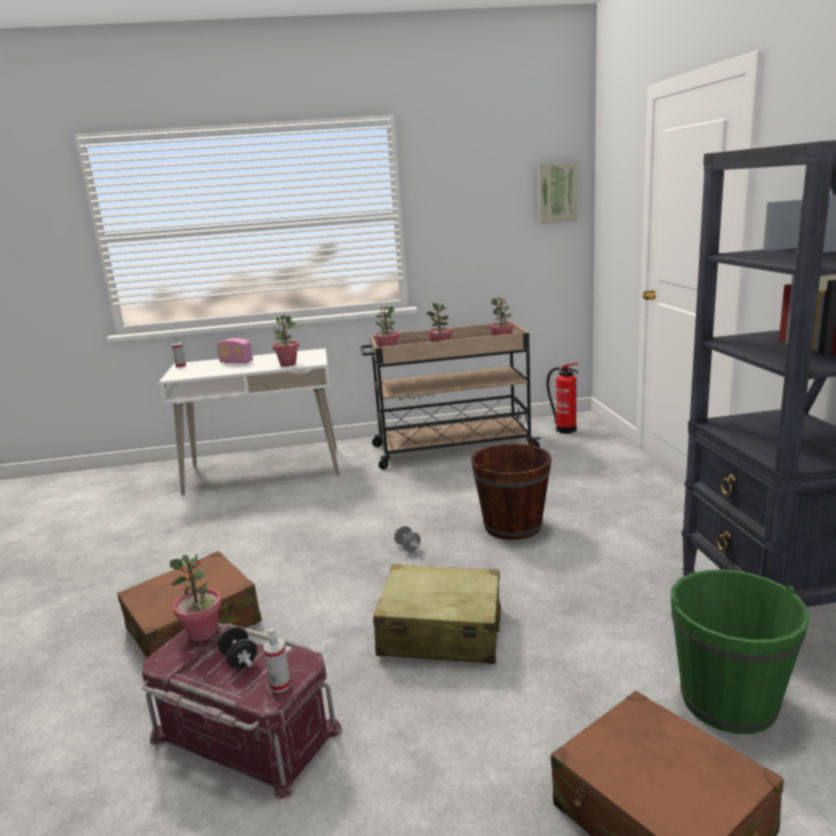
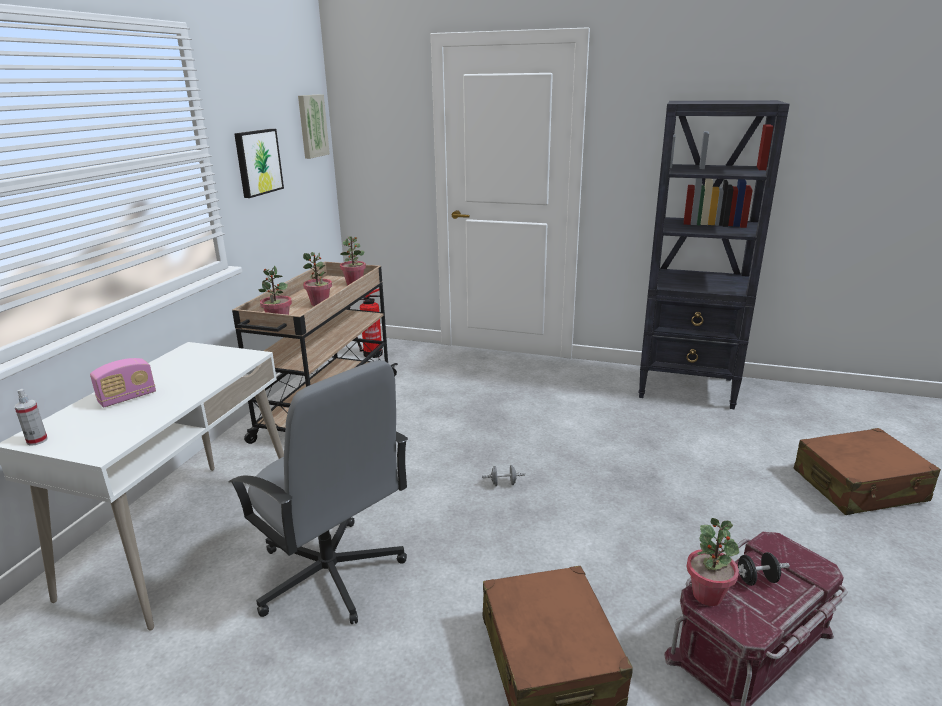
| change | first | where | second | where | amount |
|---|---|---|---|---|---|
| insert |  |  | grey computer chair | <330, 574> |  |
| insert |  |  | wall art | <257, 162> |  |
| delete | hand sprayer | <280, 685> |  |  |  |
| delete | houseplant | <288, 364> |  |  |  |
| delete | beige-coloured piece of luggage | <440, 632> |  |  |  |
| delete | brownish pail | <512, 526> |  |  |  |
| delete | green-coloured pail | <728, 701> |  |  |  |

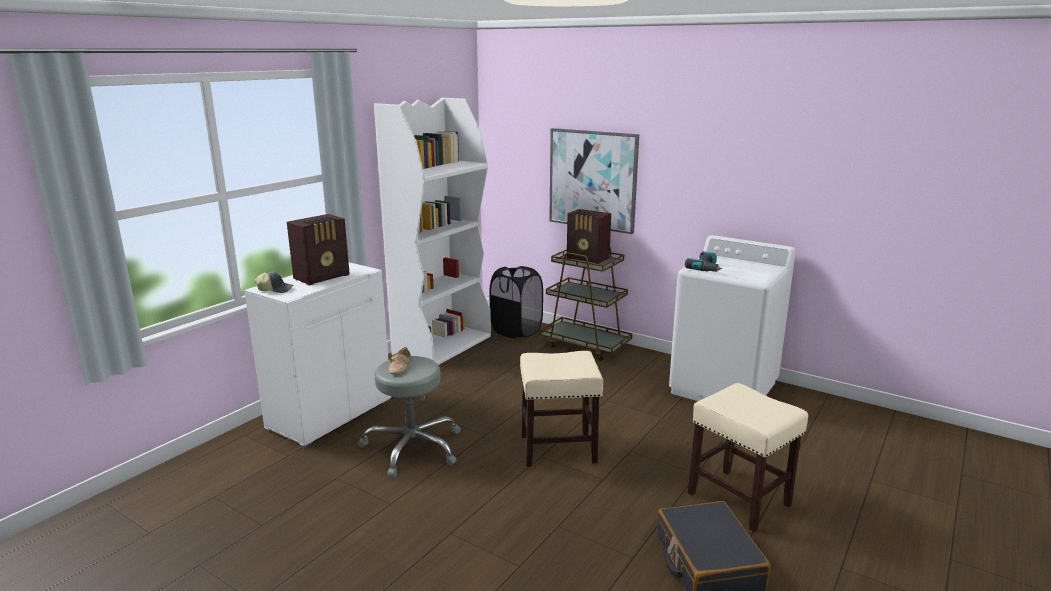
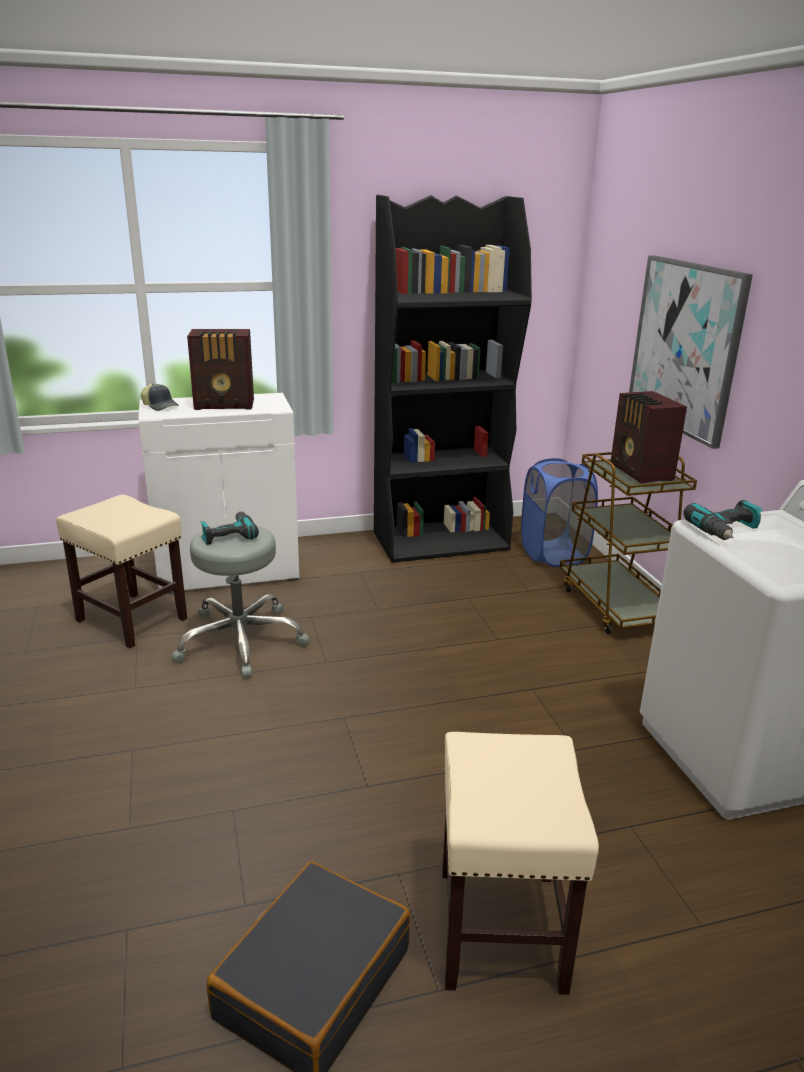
| change | first | where | second | where | amount |
|---|---|---|---|---|---|
| move | beige-coloured sitting stool | <559, 448> |  | <133, 620> |  |
| replace | beige-coloured shoe | <401, 367> | electric drill | <228, 535> |  |
| recolor | whitish bookcase | <442, 345> | black-coloured bookcase | <441, 541> |  |
| recolor | black-coloured laundry basket | <516, 331> | blue-coloured laundry basket | <553, 554> |  |

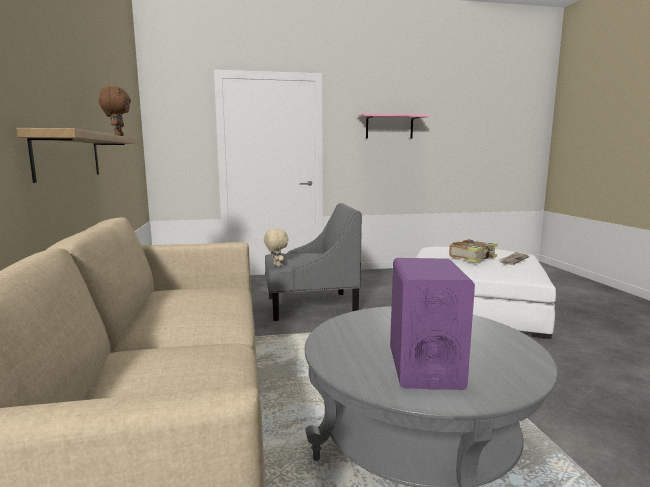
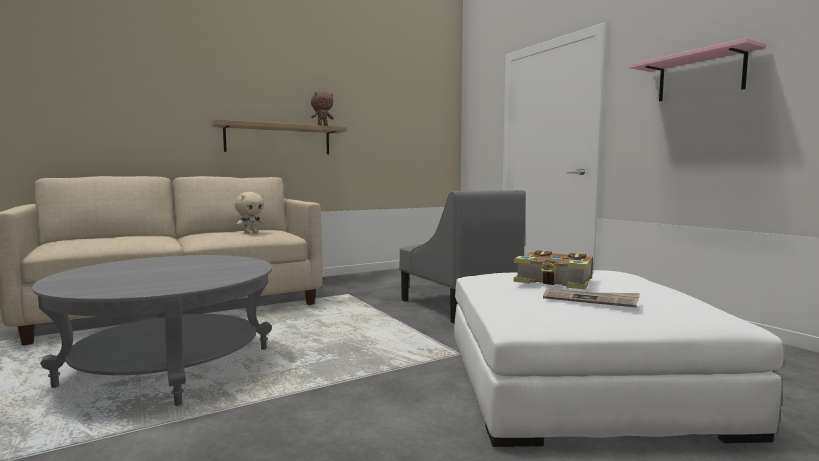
| change | first | where | second | where | amount |
|---|---|---|---|---|---|
| move | beige-coloured cuddly toy | <276, 265> |  | <250, 232> |  |
| delete | purple speaker | <424, 367> |  |  |  |

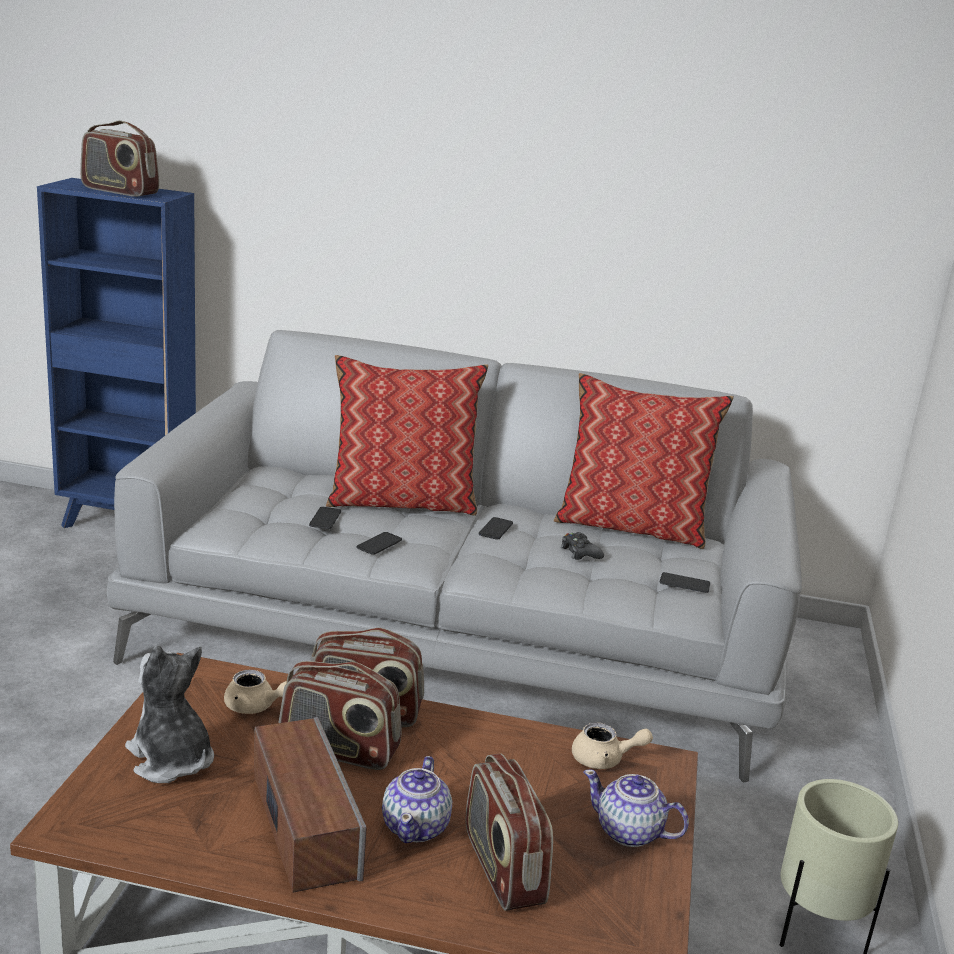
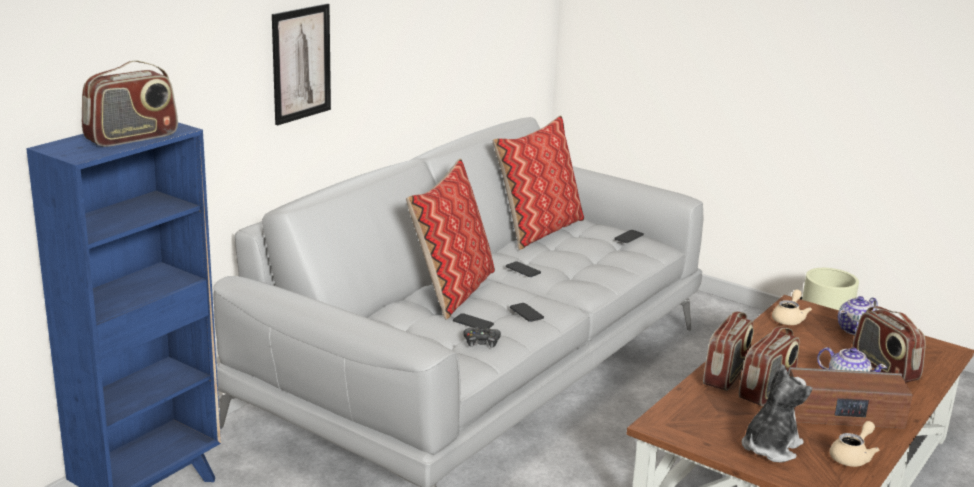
| change | first | where | second | where | amount |
|---|---|---|---|---|---|
| insert |  |  | wall art | <301, 63> |  |
| move | black-coloured game controller | <580, 552> |  | <481, 342> |  |
| rotate | cuddly toy | <171, 760> |  | <770, 447> | 150 degrees clockwise |
| move | beige-coloured tea pot | <255, 707> |  | <852, 457> |  |
| rotate | radio receiver | <502, 867> |  | <884, 368> | 60 degrees clockwise |

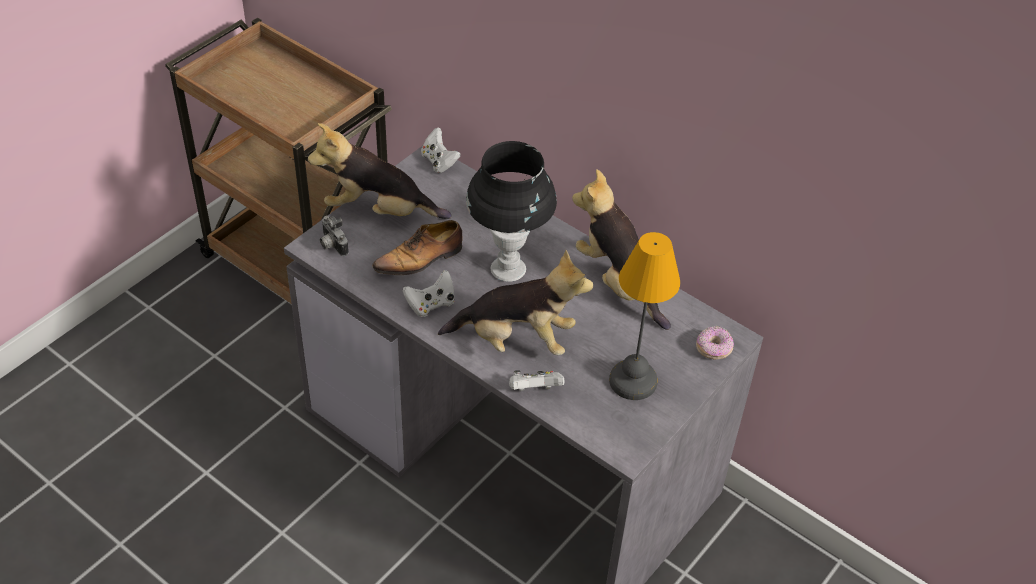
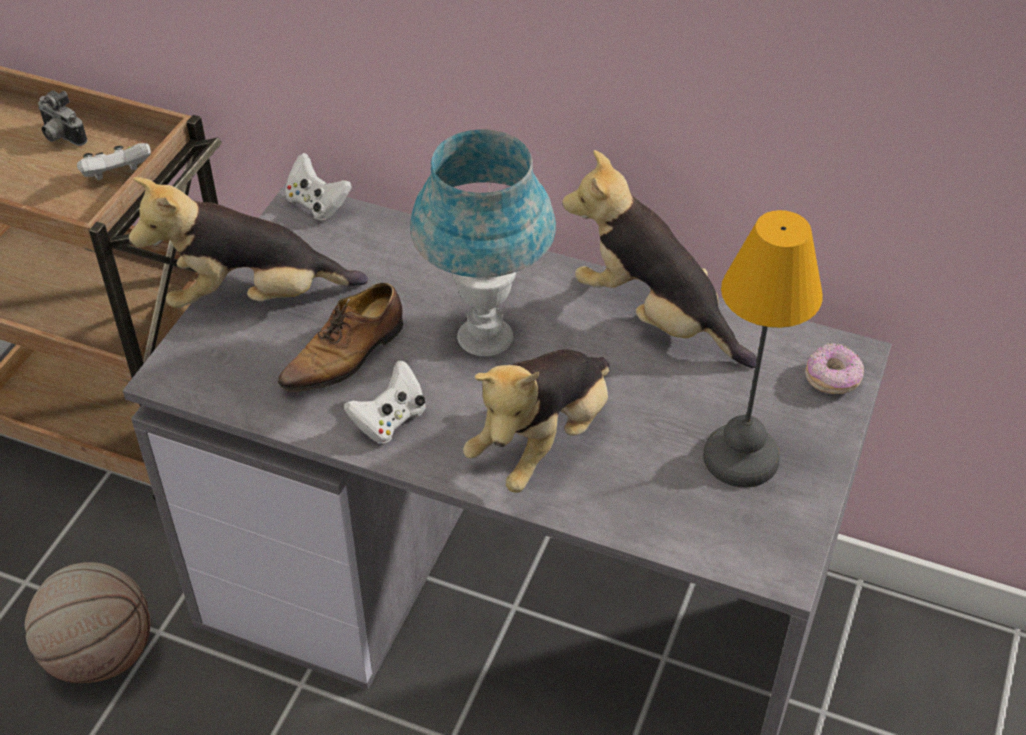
| change | first | where | second | where | amount |
|---|---|---|---|---|---|
| insert |  |  | basketball | <100, 654> |  |
| move | photo camera | <332, 245> |  | <61, 137> |  |
| move | whitish game controller | <534, 390> |  | <117, 176> |  |
| recolor | black-coloured lamp for a table | <508, 269> | blue-coloured lamp for a table | <485, 337> |  |
| rotate | cuddly toy | <516, 340> |  | <542, 441> | 135 degrees clockwise |

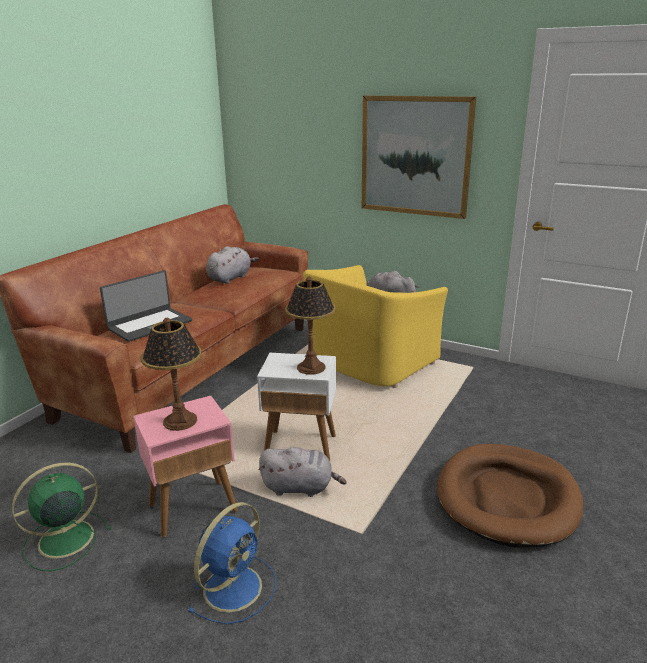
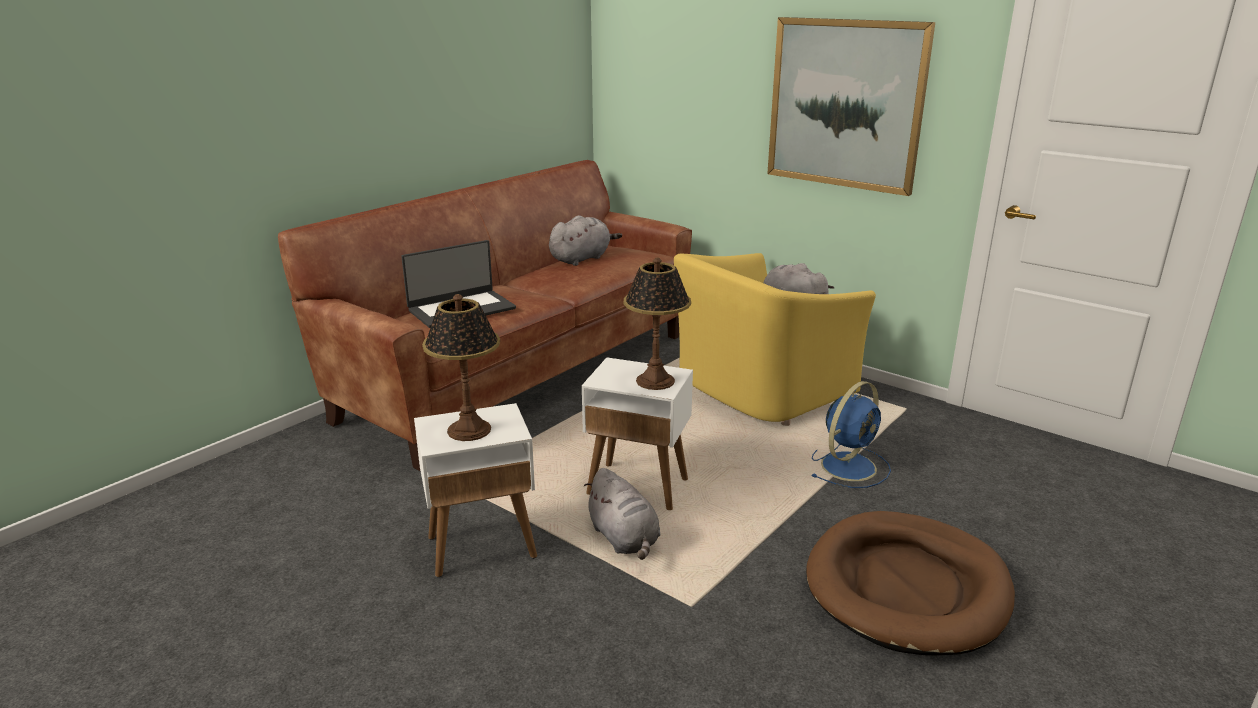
| change | first | where | second | where | amount |
|---|---|---|---|---|---|
| recolor | pinkish side table | <194, 507> | whitish side table | <483, 546> |  |
| rotate | grey cuddly toy | <300, 487> |  | <624, 539> | 45 degrees clockwise |
| move | blue-coloured cooling fan | <234, 586> |  | <849, 465> |  |
| delete | green-coloured cooling fan | <63, 540> |  |  |  |

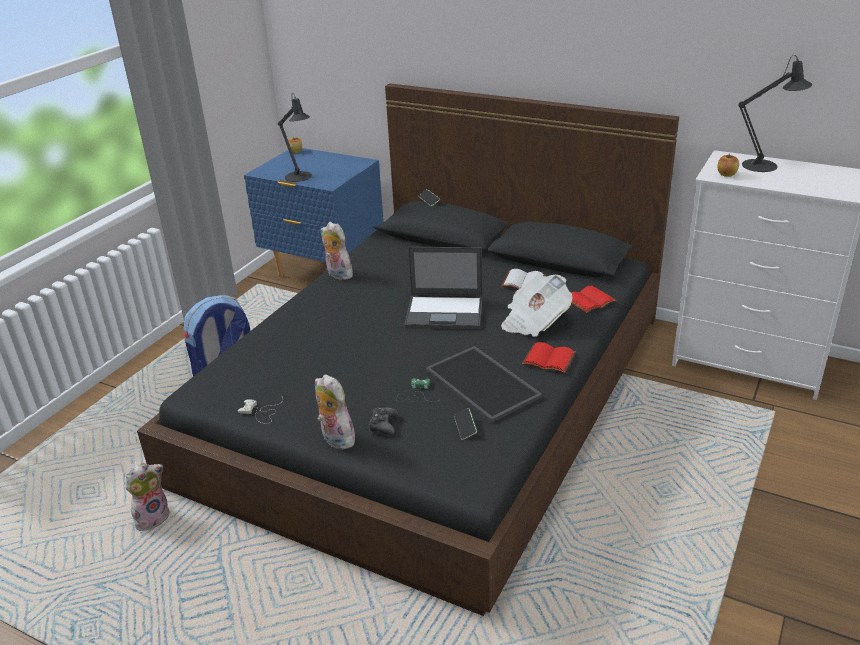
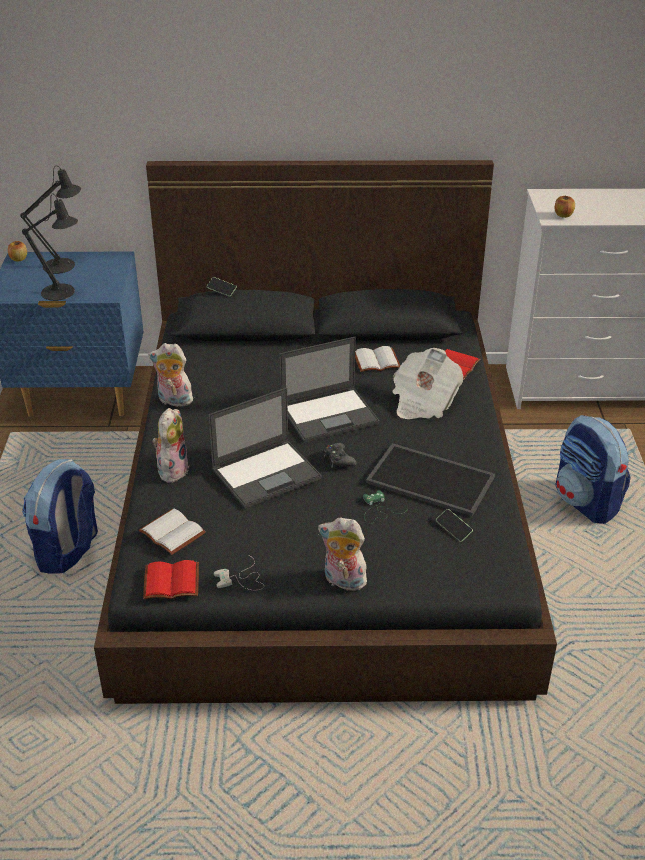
| change | first | where | second | where | amount |
|---|---|---|---|---|---|
| move | black-coloured lamp for a table | <765, 165> |  | <64, 265> |  |
| insert |  |  | whitish bound book | <170, 533> |  |
| move | red-coloured bound book | <547, 360> |  | <170, 583> |  |
| move | cuddly toy | <152, 517> |  | <172, 469> |  |
| insert |  |  | portable computer | <267, 473> |  |
| move | black-coloured game controller | <383, 425> |  | <338, 460> |  |
| insert |  |  | knapsack | <586, 502> |  |

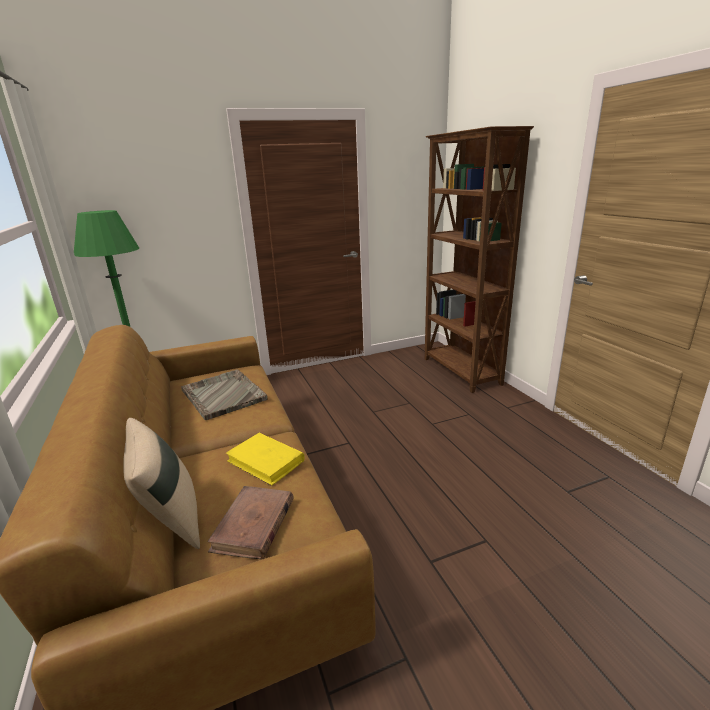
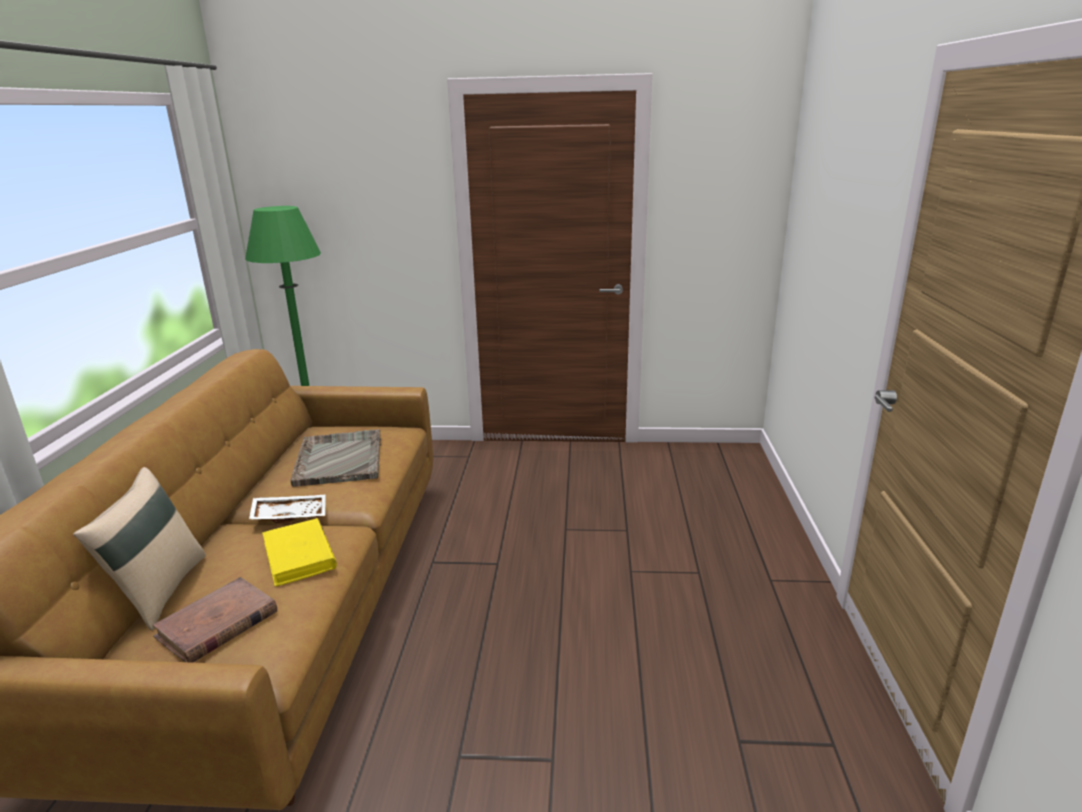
| change | first | where | second | where | amount |
|---|---|---|---|---|---|
| insert |  |  | whitish tray | <290, 515> |  |
| delete | brownish bookcase | <460, 372> |  |  |  |

